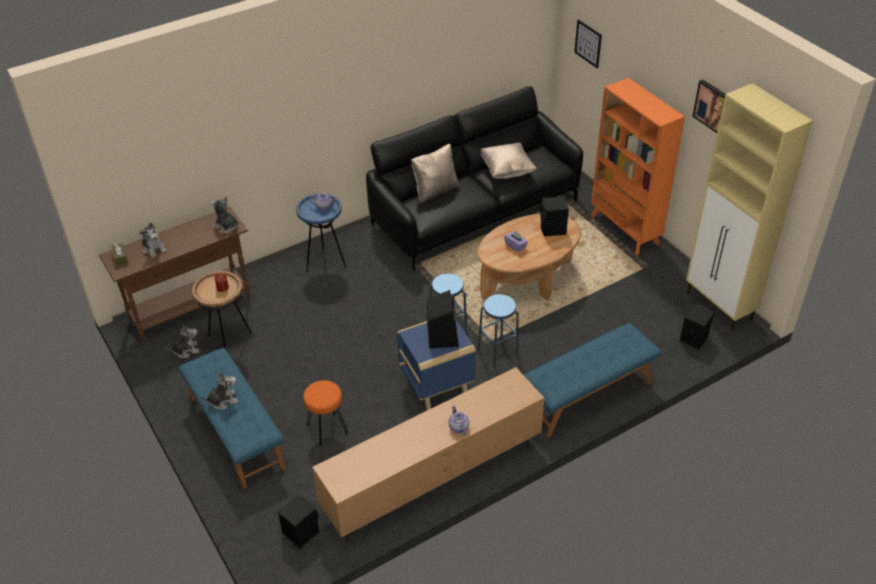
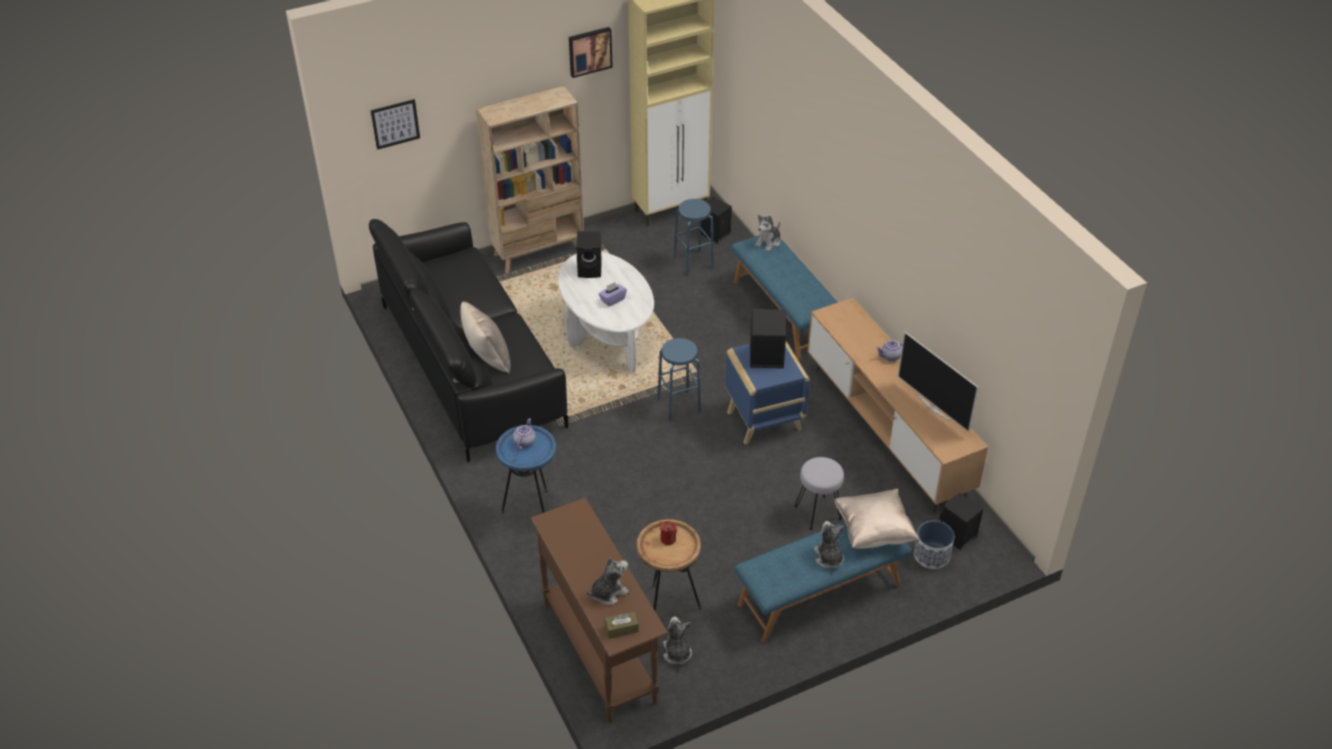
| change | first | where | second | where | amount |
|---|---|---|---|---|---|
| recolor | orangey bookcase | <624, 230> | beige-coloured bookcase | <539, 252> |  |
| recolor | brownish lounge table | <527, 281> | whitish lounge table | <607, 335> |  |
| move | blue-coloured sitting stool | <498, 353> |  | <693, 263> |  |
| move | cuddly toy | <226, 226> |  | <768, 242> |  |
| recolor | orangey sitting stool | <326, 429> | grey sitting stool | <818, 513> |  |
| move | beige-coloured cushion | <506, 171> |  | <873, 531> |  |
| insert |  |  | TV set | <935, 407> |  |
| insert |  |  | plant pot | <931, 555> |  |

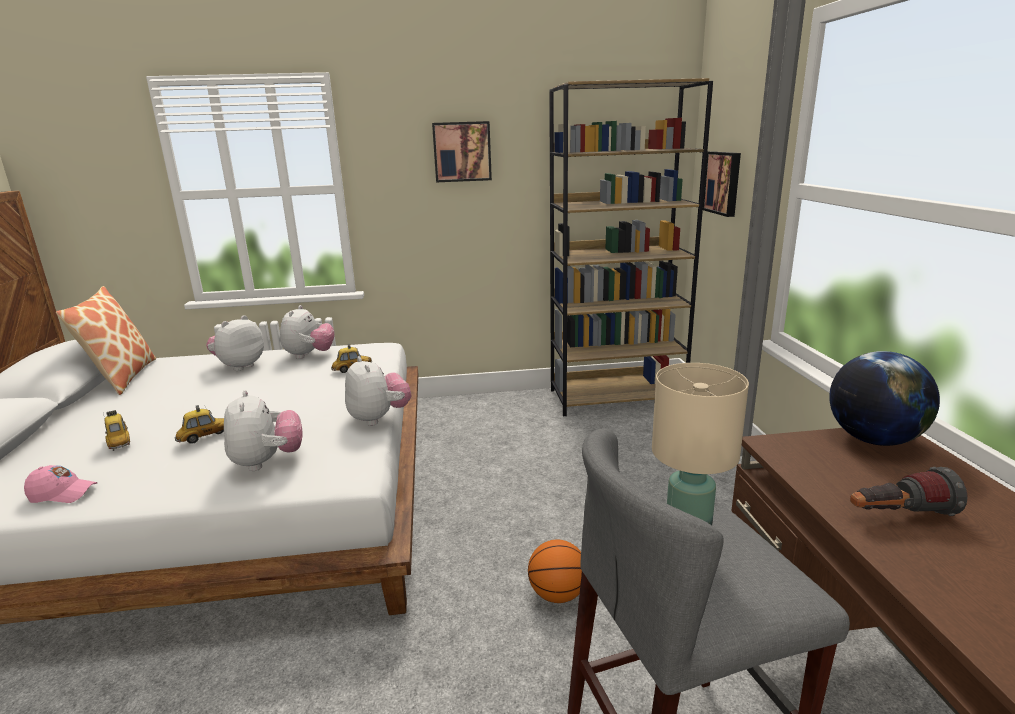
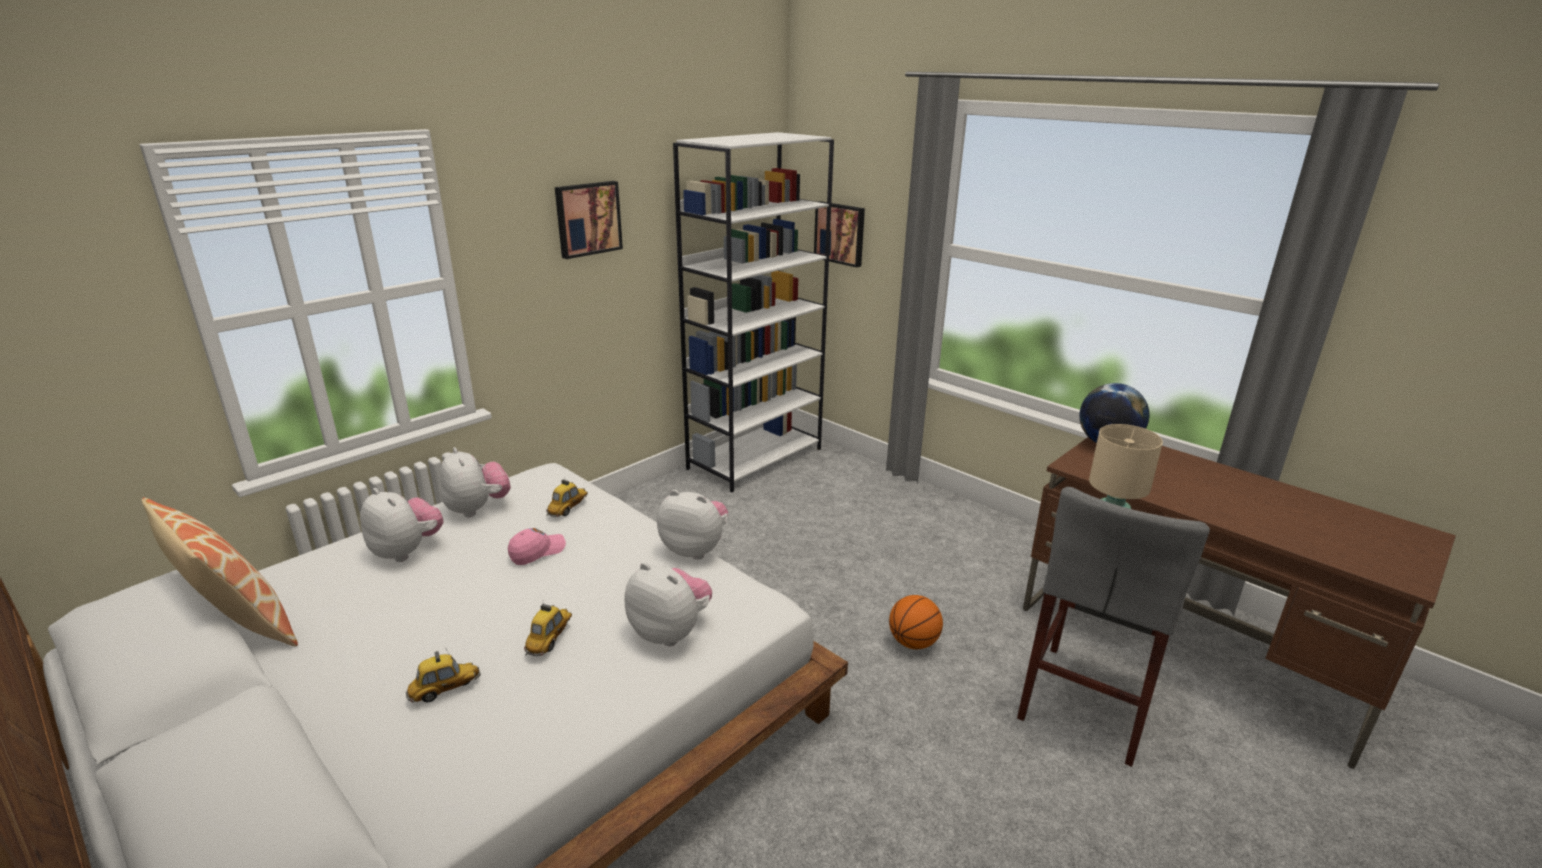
| change | first | where | second | where | amount |
|---|---|---|---|---|---|
| rotate | cuddly toy | <239, 366> |  | <407, 551> | 135 degrees clockwise |
| rotate | miniature car | <119, 442> |  | <445, 690> | 135 degrees clockwise |
| move | pinkish peaked cap | <63, 494> |  | <537, 552> |  |
| recolor | brownish bookcase | <616, 397> | whitish bookcase | <755, 458> |  |
| delete | flashlight | <898, 515> |  |  |  |

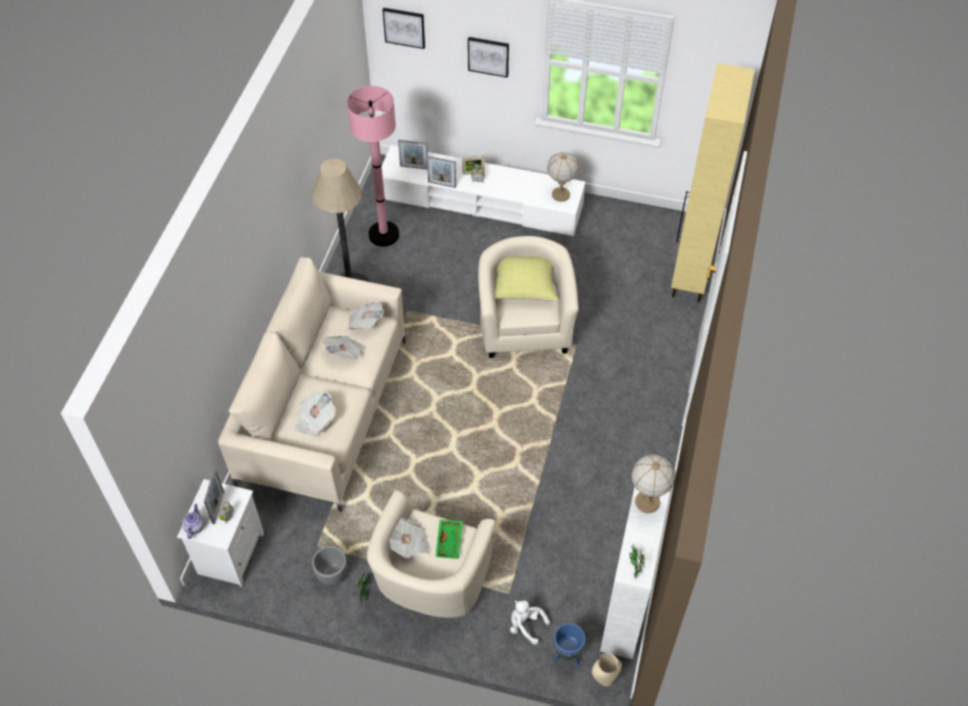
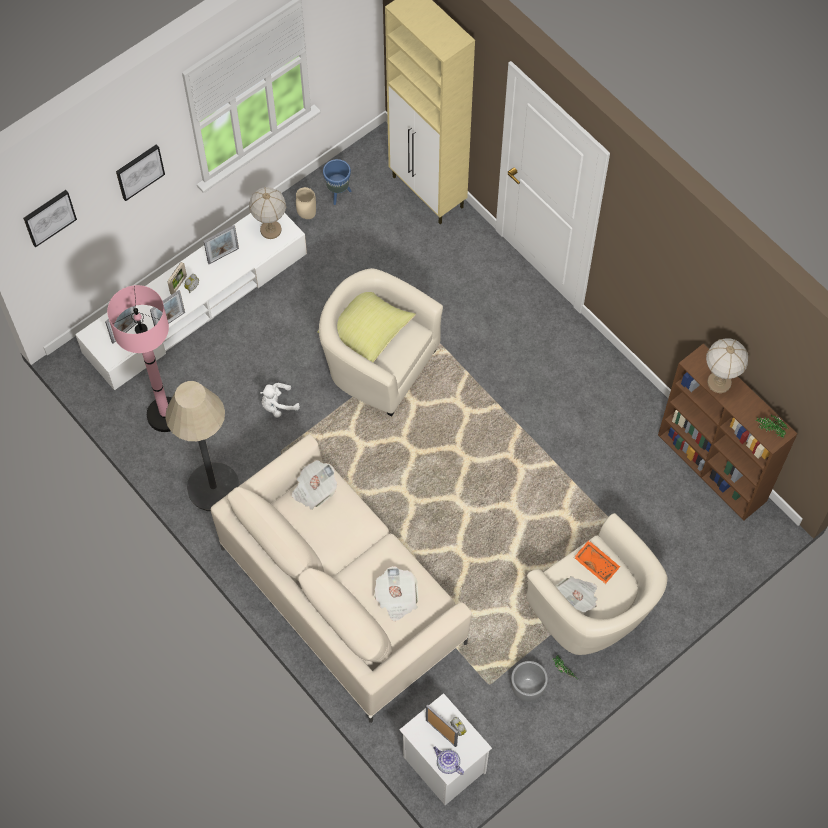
| change | first | where | second | where | amount |
|---|---|---|---|---|---|
| insert |  |  | picture frame | <223, 256> |  |
| move | whitish cuddly toy | <525, 625> |  | <278, 405> |  |
| move | beige-coloured vase | <604, 679> |  | <307, 216> |  |
| move | blue-coloured plant pot | <566, 655> |  | <338, 194> |  |
| recolor | green-coloured tray | <450, 541> | orangey tray | <597, 563> |  |
| recolor | whitish bookcase | <627, 599> | brownish bookcase | <713, 468> |  |
| delete | newspaper | <346, 353> |  |  |  |

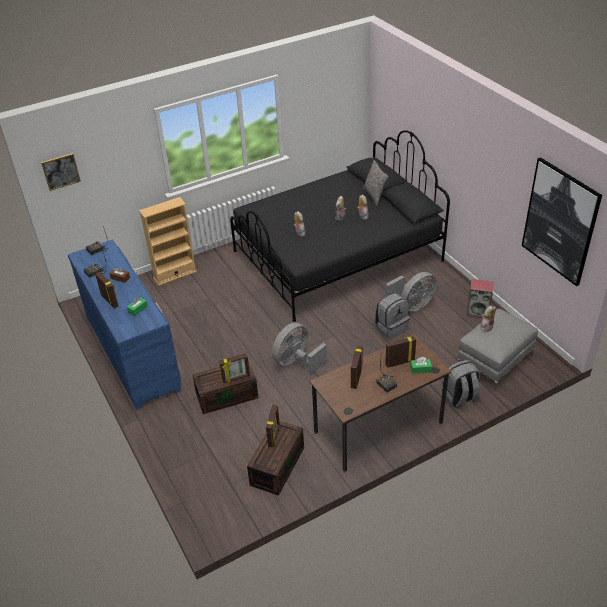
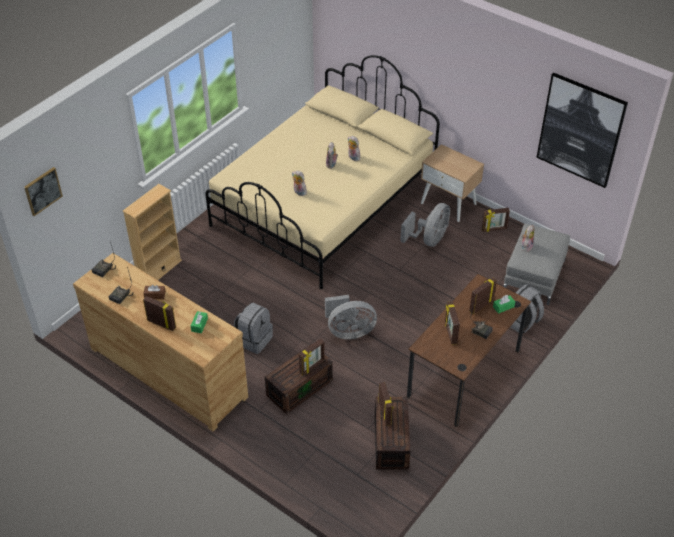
| change | first | where | second | where | amount |
|---|---|---|---|---|---|
| recolor | blue-coloured drawer chest | <132, 352> | brownish drawer chest | <168, 371> |  |
| recolor | black-coloured bed | <337, 256> | beige-coloured bed | <324, 204> |  |
| move | grey knapsack | <391, 328> |  | <254, 339> |  |
| rotate | grey cooling fan | <296, 362> |  | <349, 331> | 120 degrees counterclockwise |
| insert |  |  | beige-coloured bedside table | <449, 203> |  |
| replace | speaker | <478, 311> | picture frame | <494, 229> |  |
| delete | cushion | <374, 196> |  |  |  |

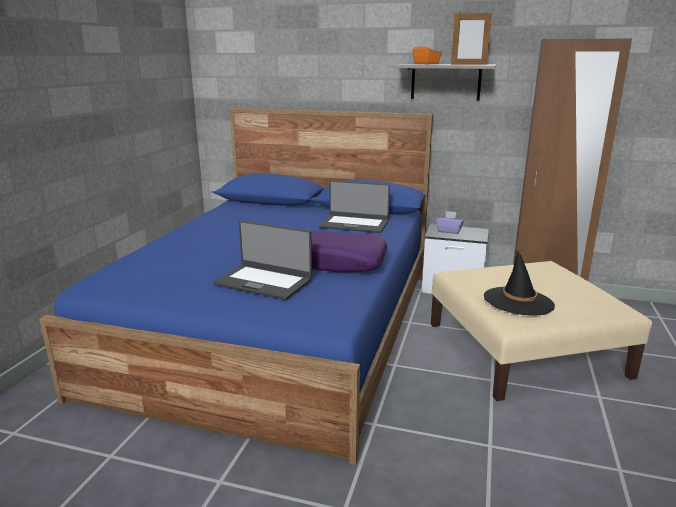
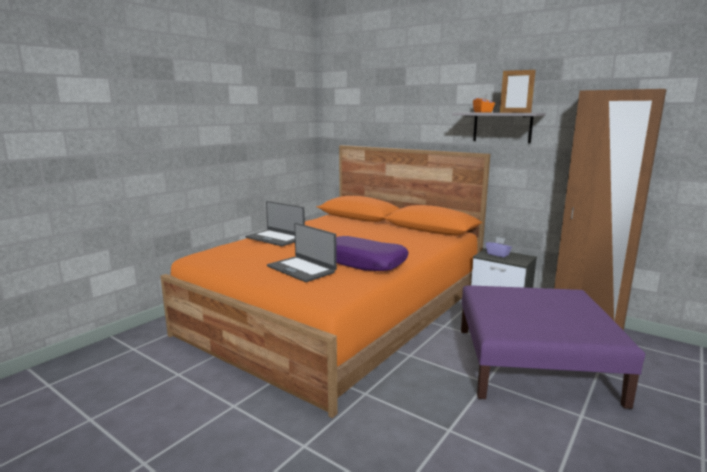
| change | first | where | second | where | amount |
|---|---|---|---|---|---|
| recolor | blue-coloured bed | <281, 326> | orangey bed | <340, 313> |  |
| move | portable computer | <354, 224> |  | <275, 238> |  |
| recolor | beige-coloured footrest | <525, 350> | purple footrest | <534, 365> |  |
| delete | black-coloured hat | <518, 301> |  |  |  |

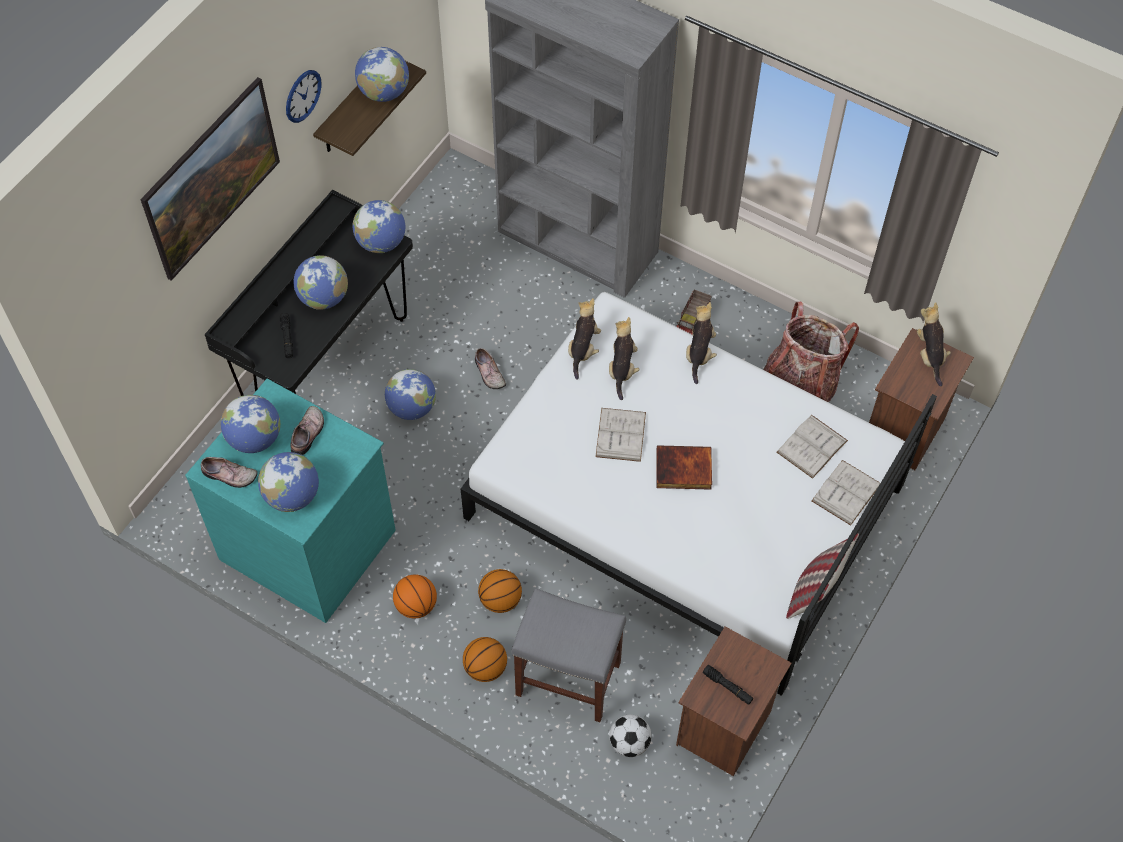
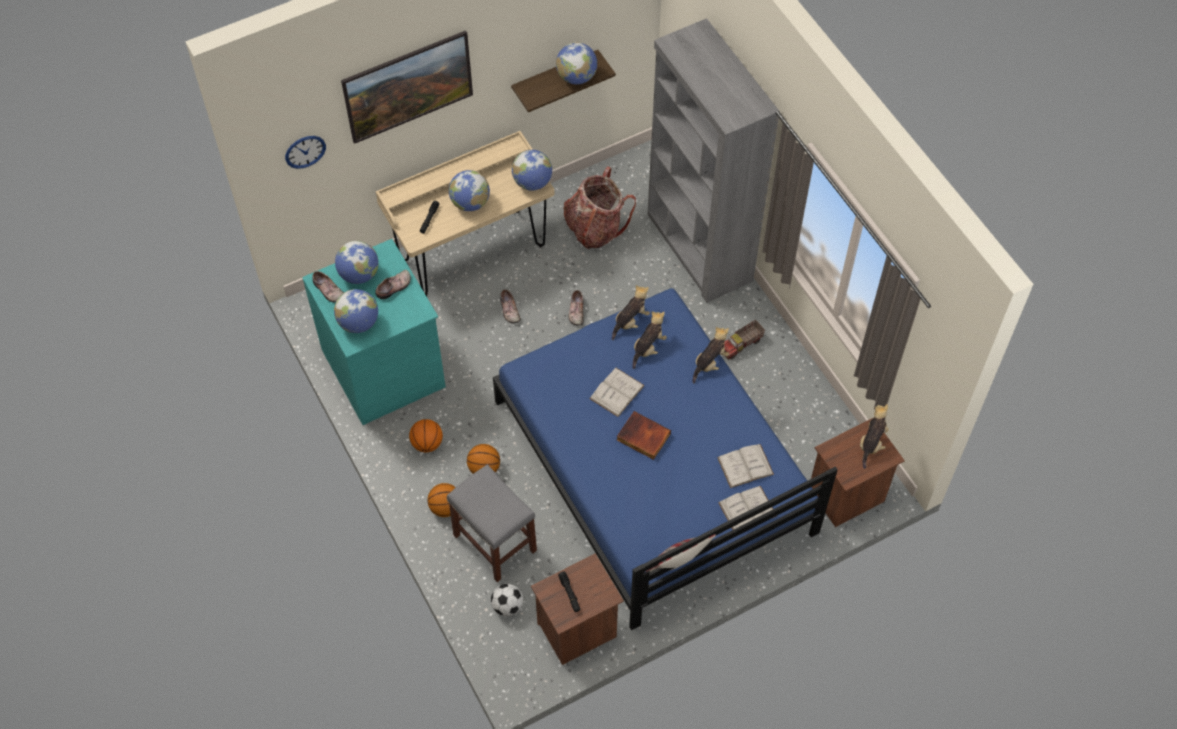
| change | first | where | second | where | amount |
|---|---|---|---|---|---|
| move | wall clock | <303, 96> |  | <305, 151> |  |
| recolor | black-coloured desk table | <327, 363> | beige-coloured desk table | <472, 253> |  |
| recolor | whitish bed | <685, 503> | blue-coloured bed | <653, 467> |  |
| replace | world globe | <412, 408> | shoe | <509, 310> |  |
| move | knapsack | <801, 383> |  | <595, 228> |  |

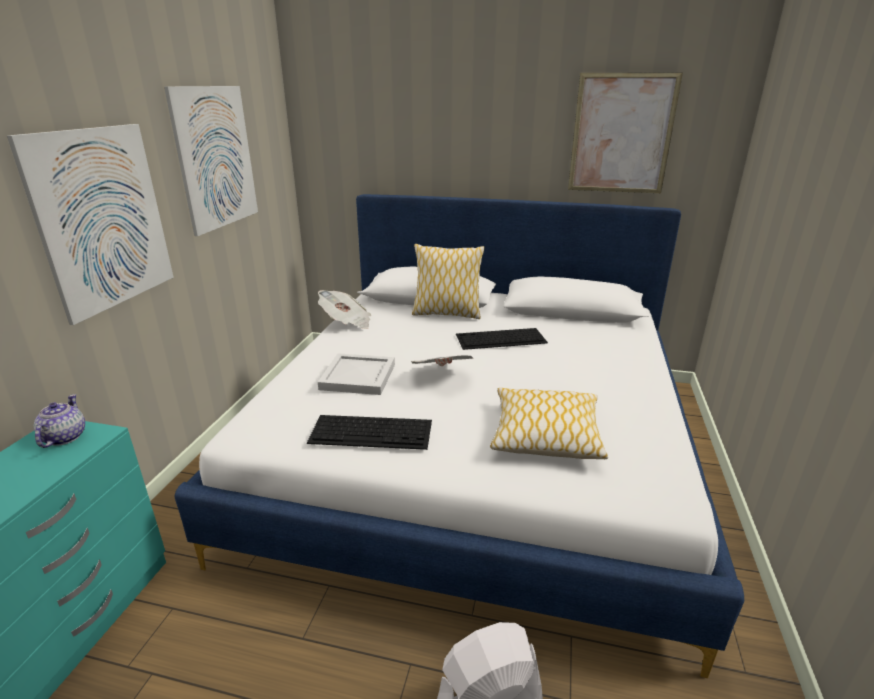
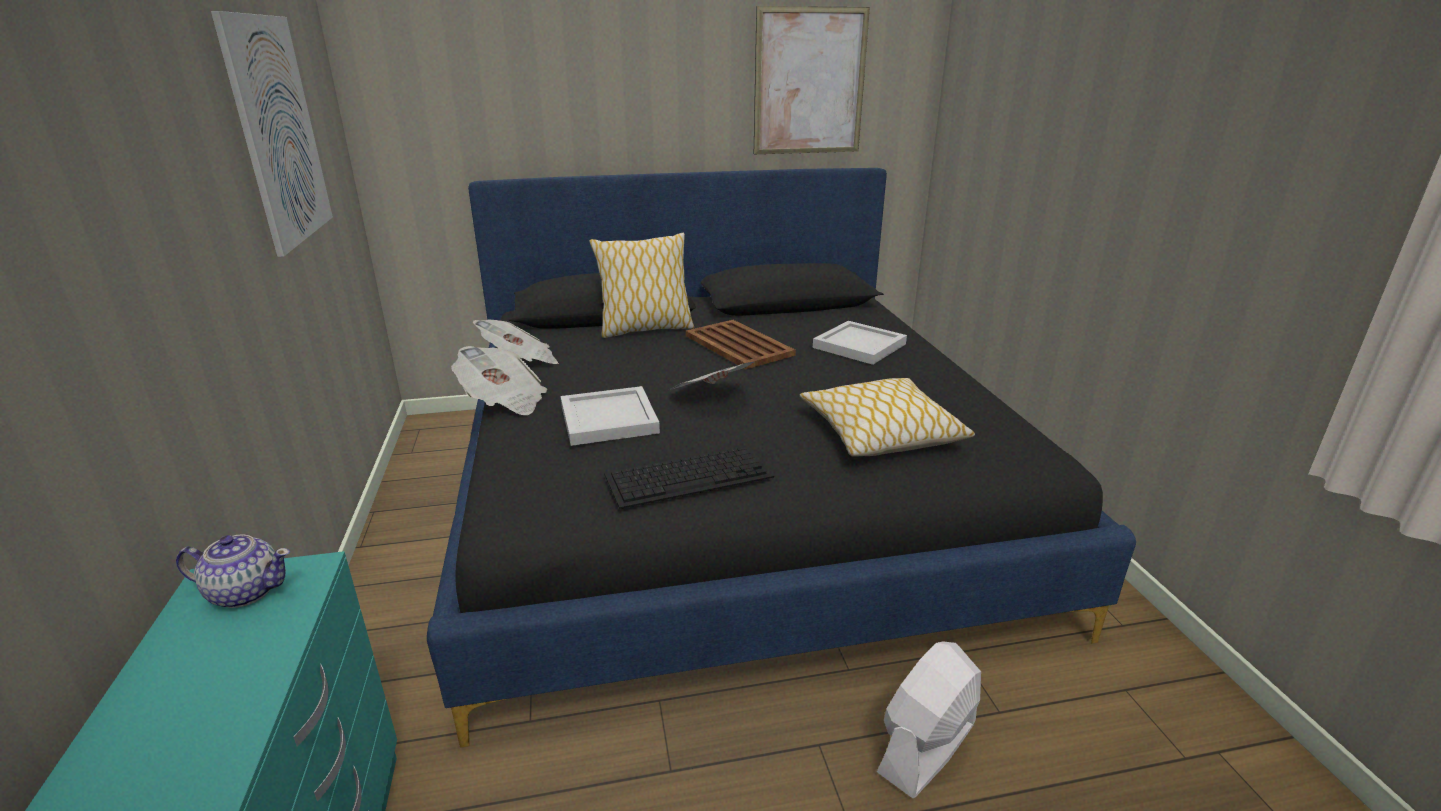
| change | first | where | second | where | amount |
|---|---|---|---|---|---|
| rotate | tea pot | <64, 438> |  | <245, 591> | 120 degrees clockwise |
| recolor | whitish bed | <476, 452> | black-coloured bed | <730, 498> |  |
| insert |  |  | newspaper | <504, 401> |  |
| replace | keyboard | <500, 339> | brownish tray | <739, 345> |  |
| insert |  |  | whitish tray | <859, 345> |  |
| delete | wall art | <103, 219> |  |  |  |

